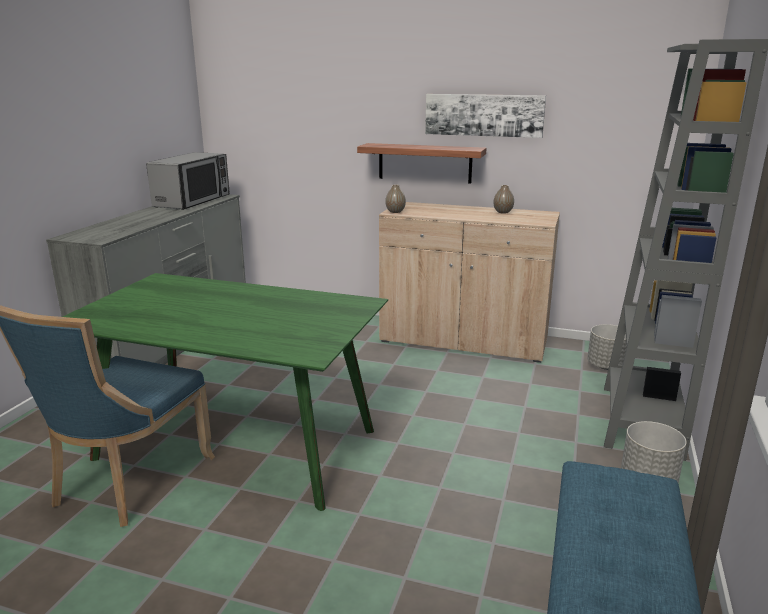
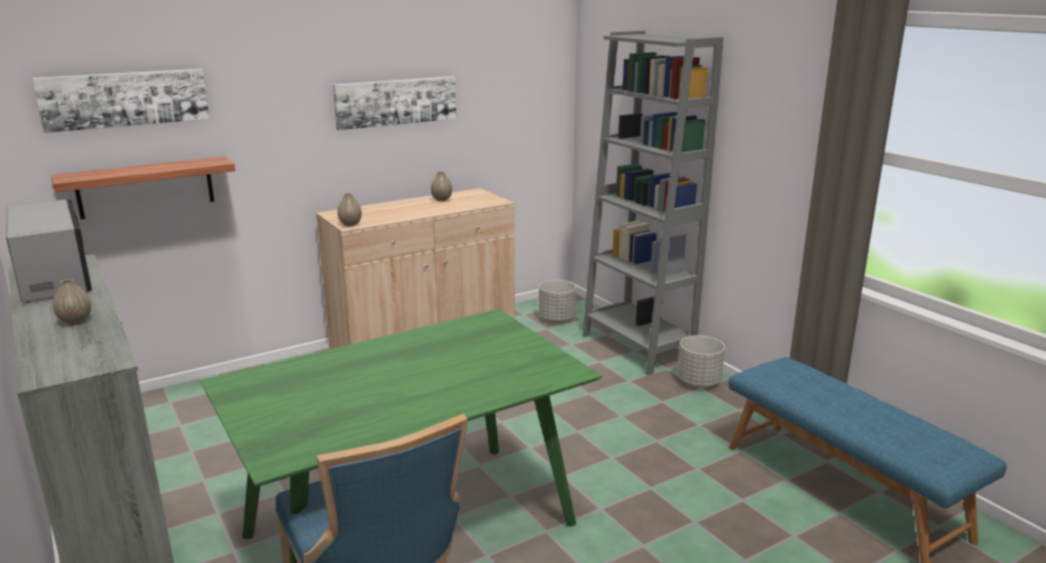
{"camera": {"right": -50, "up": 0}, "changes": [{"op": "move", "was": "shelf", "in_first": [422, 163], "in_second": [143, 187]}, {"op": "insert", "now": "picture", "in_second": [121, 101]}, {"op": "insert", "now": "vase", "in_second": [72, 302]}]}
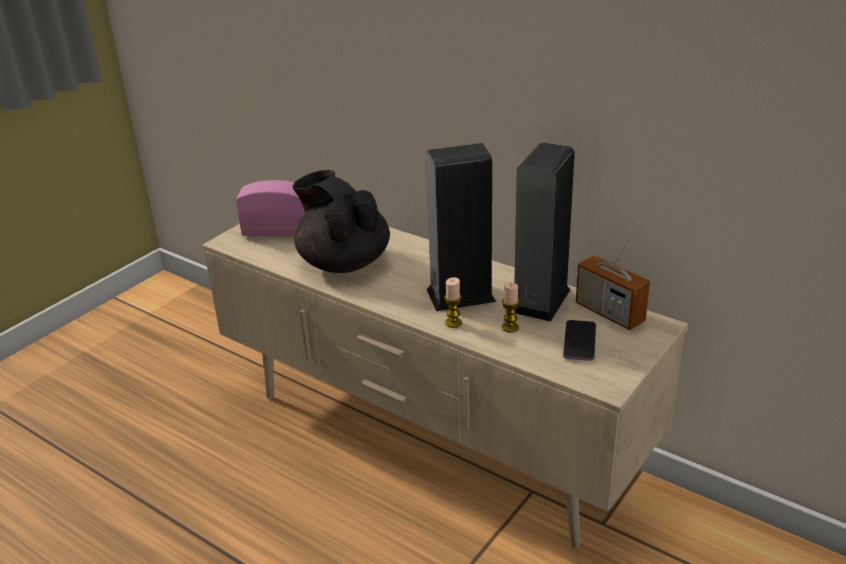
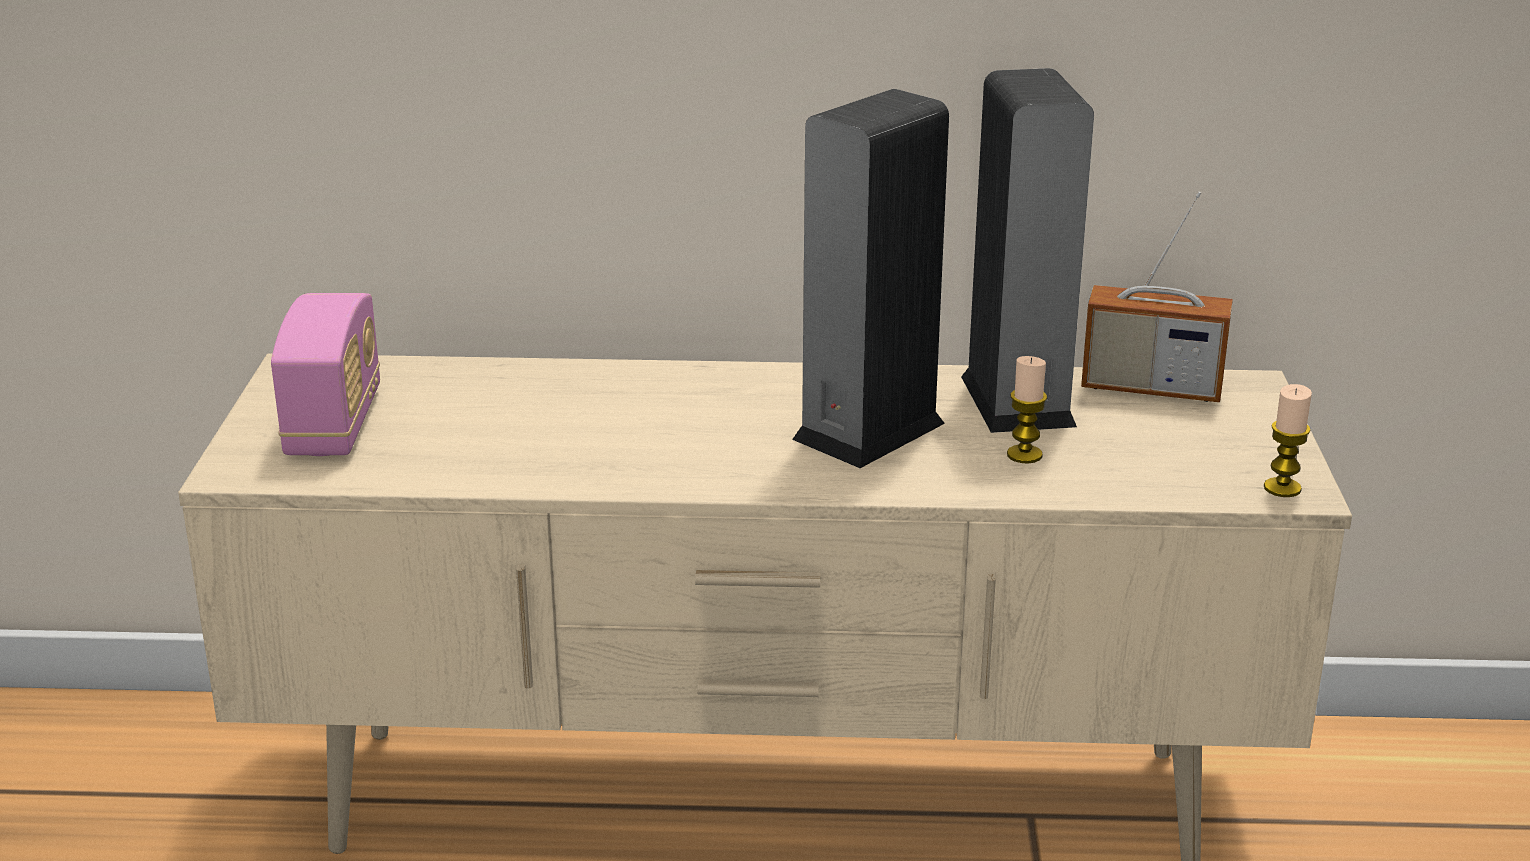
{"camera": {"right": -35, "up": -5}, "changes": [{"op": "delete", "was": "black teapot", "in_first": [341, 221]}, {"op": "rotate", "was": "radio", "in_first": [270, 208], "in_second": [325, 374], "clockwise": 120}, {"op": "move", "was": "candle", "in_first": [453, 302], "in_second": [1288, 440]}, {"op": "delete", "was": "phone", "in_first": [579, 340]}]}
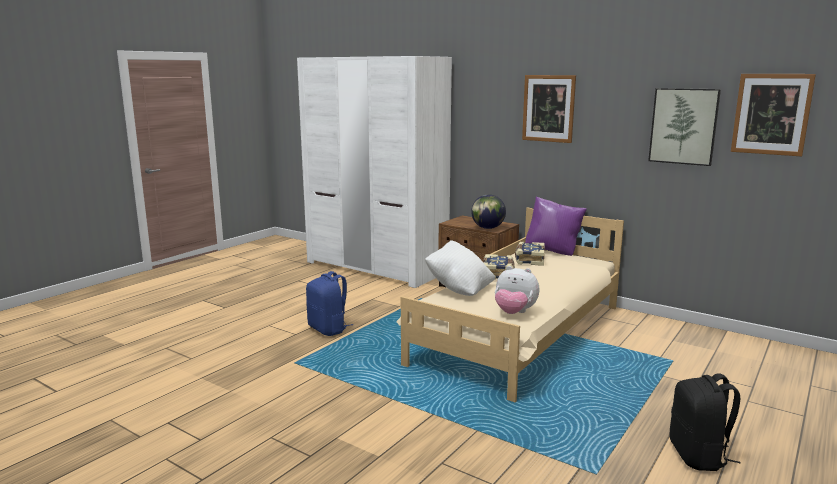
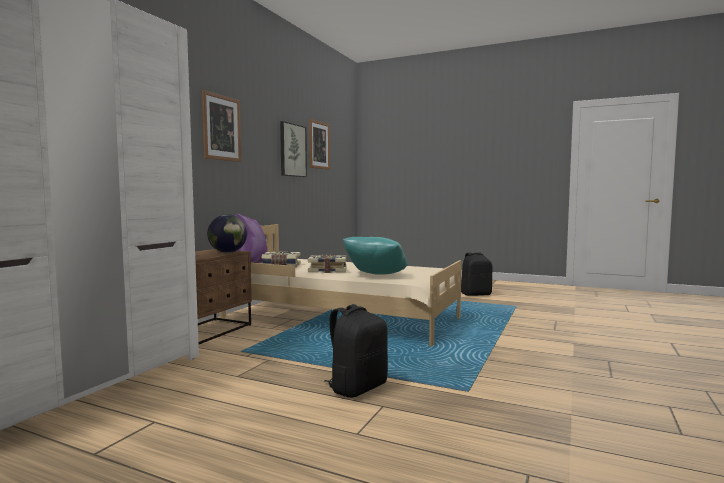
{"camera": {"right": -100, "up": -10}, "changes": [{"op": "recolor", "was": "white pillow", "now": "turquoise pillow", "in_first": [460, 268], "in_second": [375, 256]}, {"op": "delete", "was": "plush toy", "in_first": [517, 290]}, {"op": "recolor", "was": "blue backpack", "now": "black backpack", "in_first": [329, 303], "in_second": [356, 351]}]}
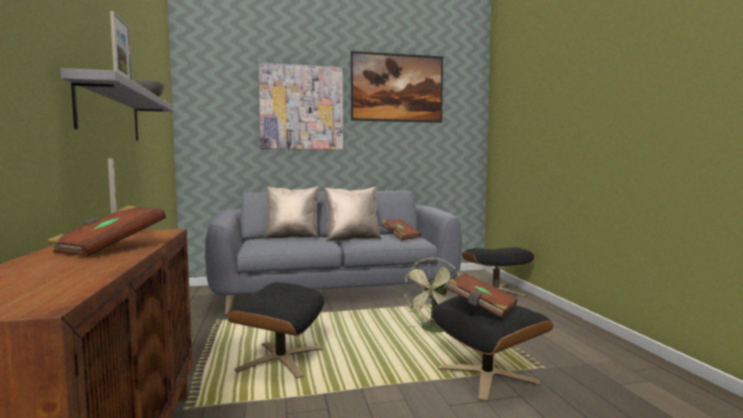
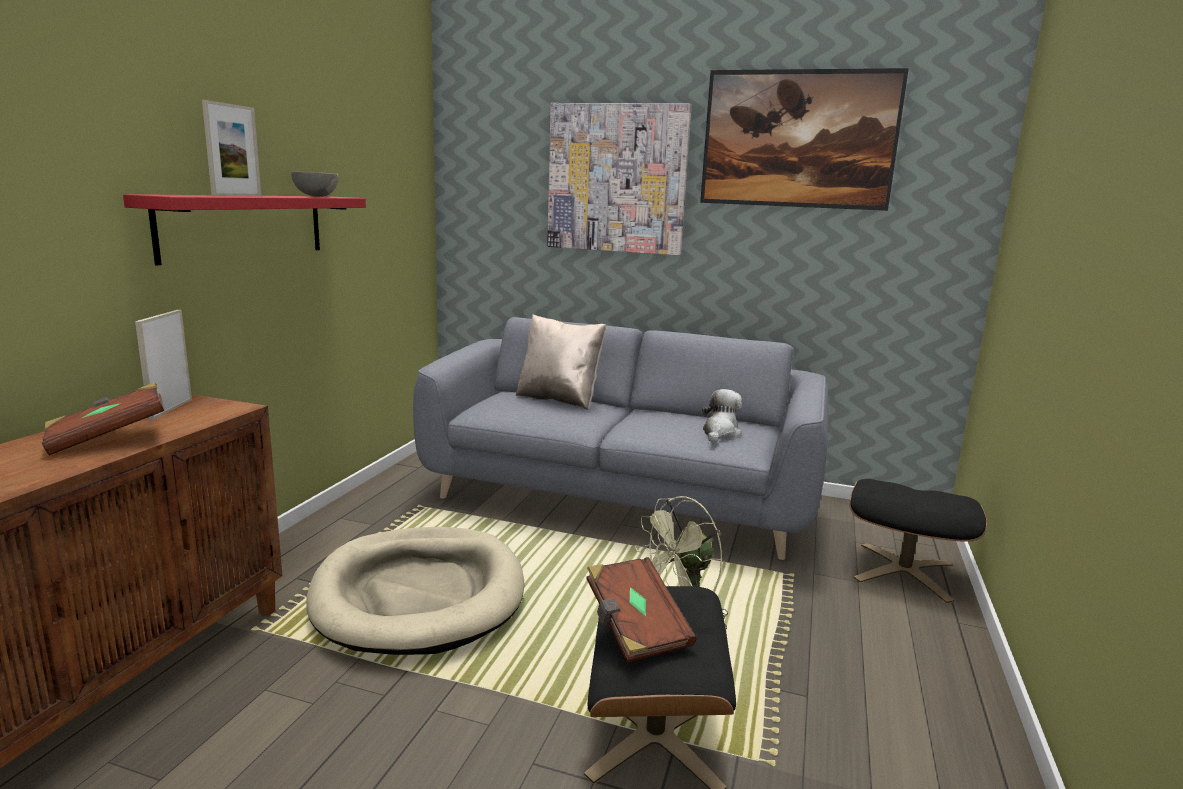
{"camera": {"right": 30, "up": 10}, "changes": [{"op": "recolor", "was": "grey shelf", "now": "red shelf", "in_first": [117, 104], "in_second": [244, 229]}, {"op": "delete", "was": "beige pillow", "in_first": [352, 214]}, {"op": "replace", "was": "brown book", "now": "plush toy", "in_first": [401, 229], "in_second": [722, 415]}, {"op": "replace", "was": "black ottoman", "now": "beige dog bed", "in_first": [276, 330], "in_second": [415, 591]}]}
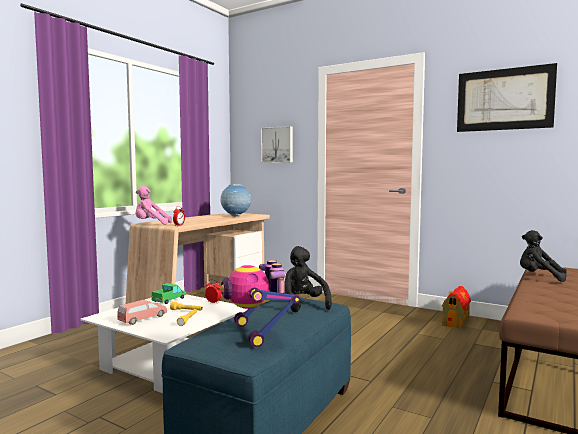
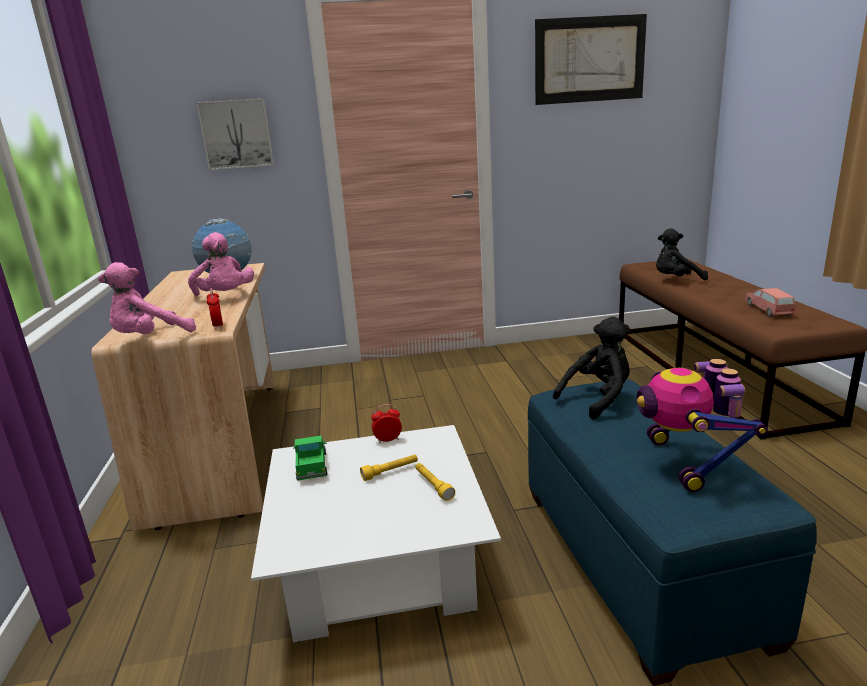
{"camera": {"right": -40, "up": 15}, "changes": [{"op": "rotate", "was": "black plush toy", "in_first": [308, 279], "in_second": [591, 368], "clockwise": 120}, {"op": "rotate", "was": "toy robot", "in_first": [260, 304], "in_second": [702, 425], "clockwise": 60}, {"op": "delete", "was": "toy house", "in_first": [456, 307]}, {"op": "move", "was": "pink toy car", "in_first": [142, 312], "in_second": [770, 302]}, {"op": "insert", "now": "pink plush toy", "in_second": [221, 264]}]}
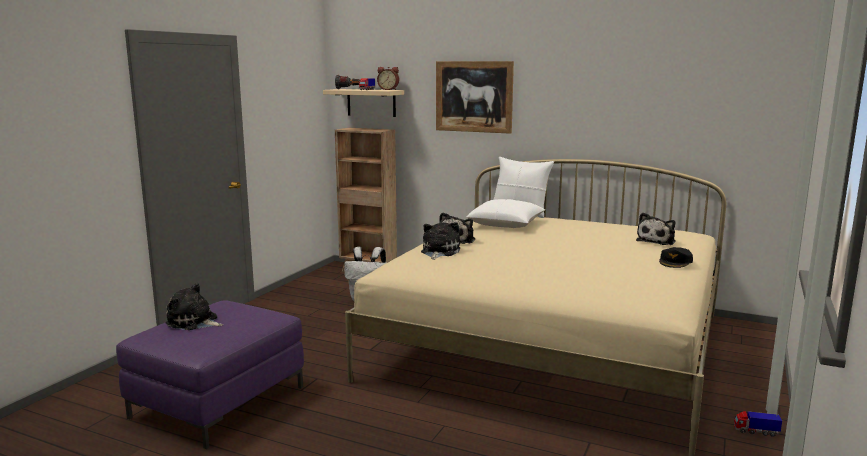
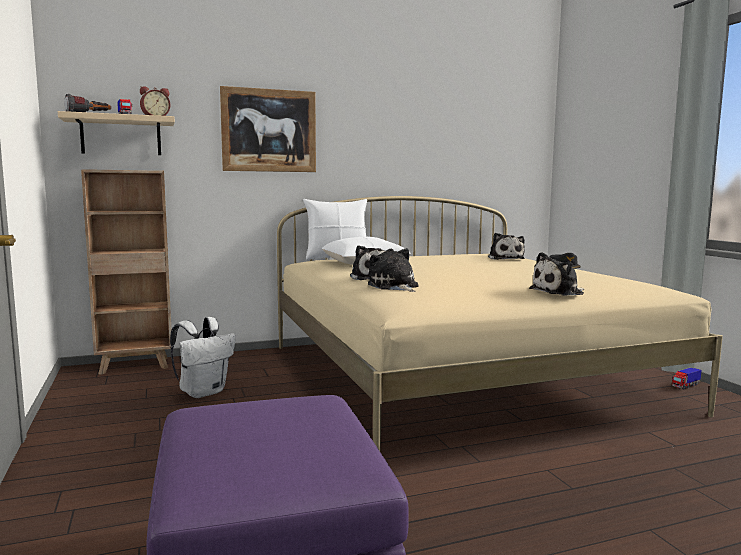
{"camera": {"right": -45, "up": -5}, "changes": [{"op": "move", "was": "plush toy", "in_first": [194, 306], "in_second": [557, 274]}]}
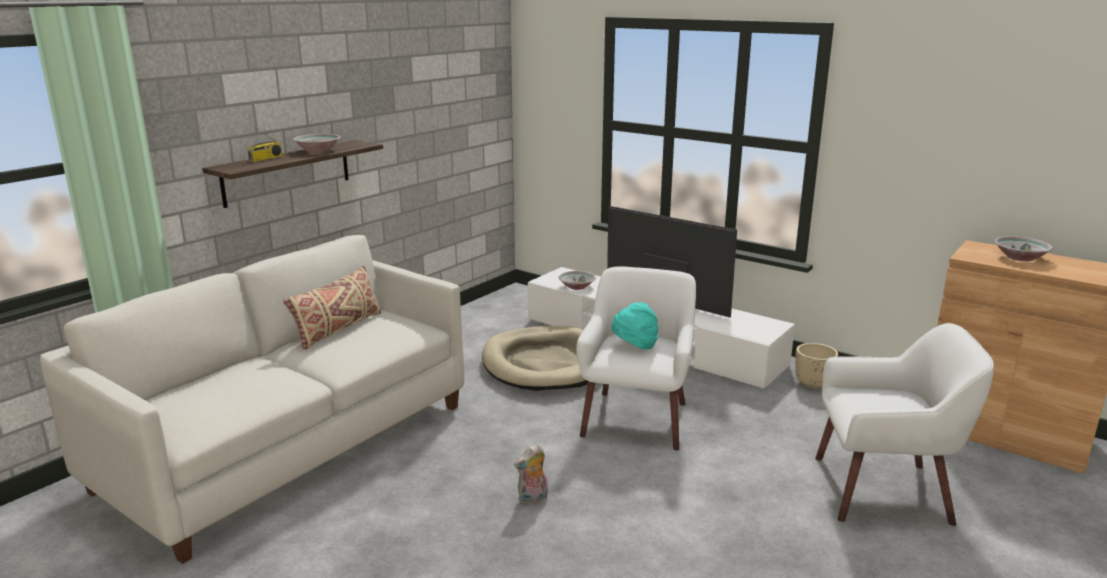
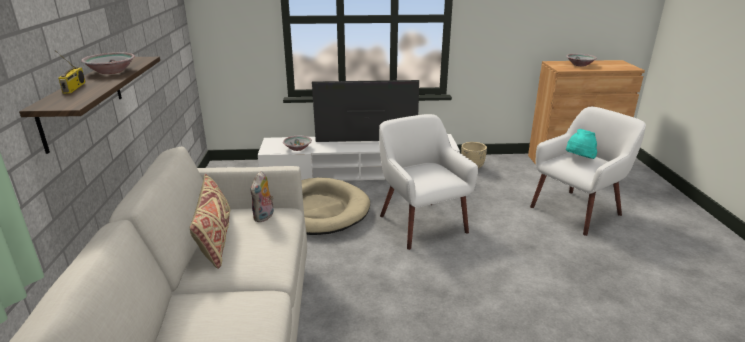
{"camera": {"right": -40, "up": 5}, "changes": [{"op": "move", "was": "turquoise hat", "in_first": [634, 325], "in_second": [581, 144]}, {"op": "move", "was": "plush toy", "in_first": [531, 474], "in_second": [262, 196]}]}
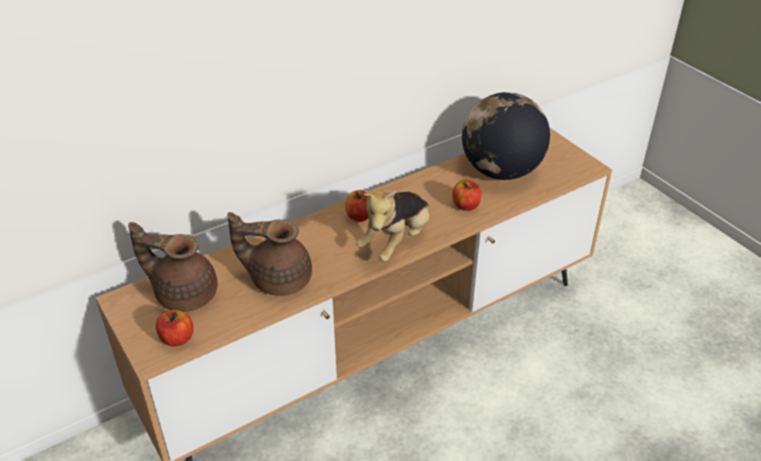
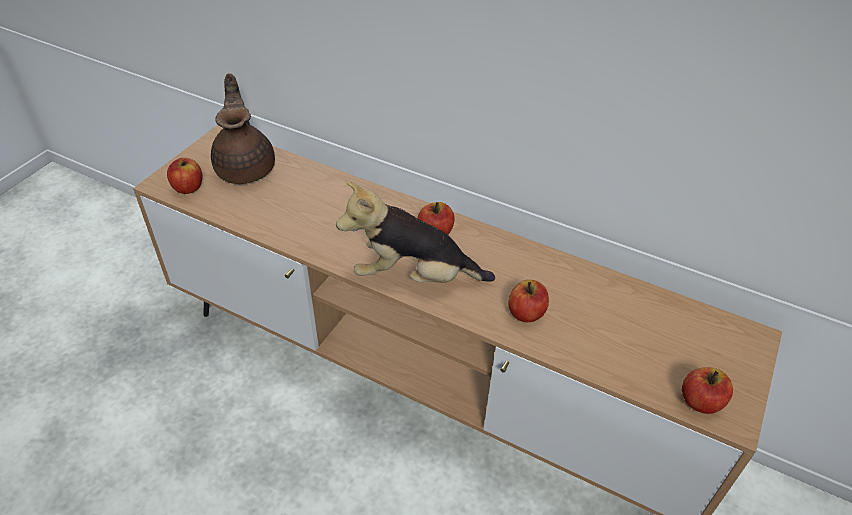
{"camera": {"right": 60, "up": 5}, "changes": [{"op": "delete", "was": "globe", "in_first": [506, 136]}, {"op": "delete", "was": "brown teapot", "in_first": [269, 254]}, {"op": "insert", "now": "apple", "in_second": [707, 390]}]}
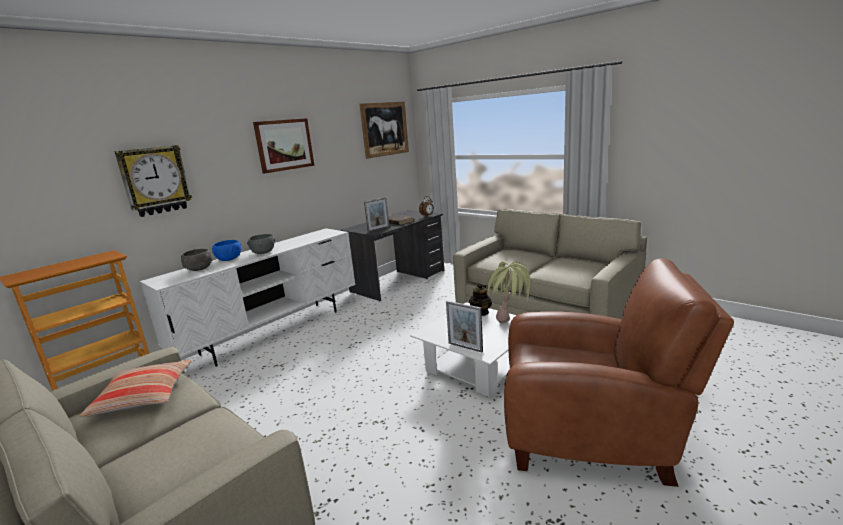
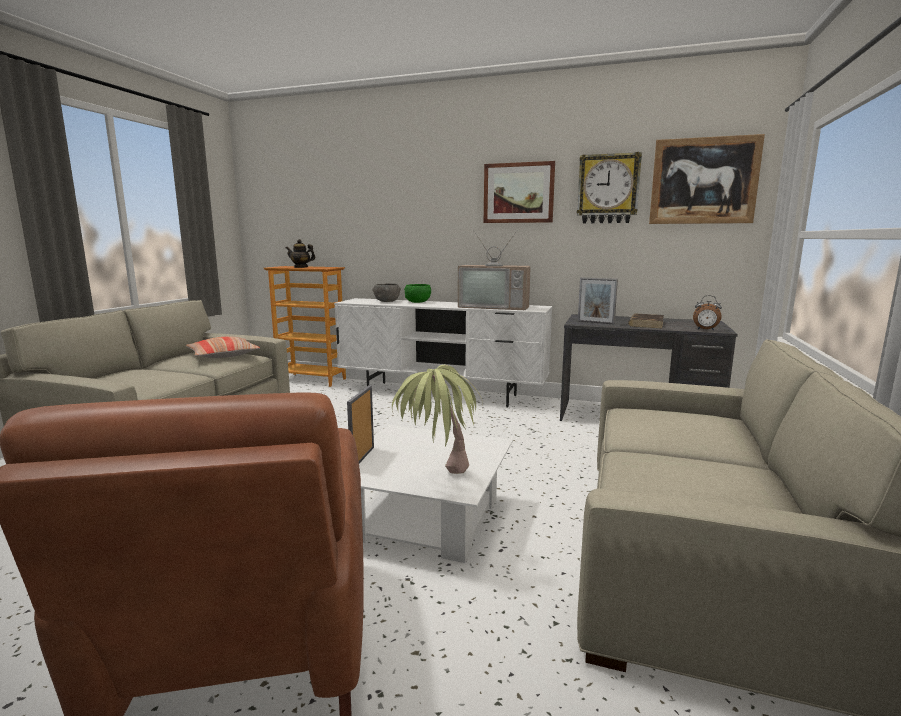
{"camera": {"right": 65, "up": -5}, "changes": [{"op": "move", "was": "wall clock", "in_first": [153, 181], "in_second": [609, 187]}, {"op": "delete", "was": "grey bowl", "in_first": [261, 244]}, {"op": "recolor", "was": "blue bowl", "now": "green bowl", "in_first": [226, 250], "in_second": [417, 293]}, {"op": "move", "was": "teapot", "in_first": [480, 299], "in_second": [300, 253]}, {"op": "insert", "now": "television", "in_second": [494, 270]}]}
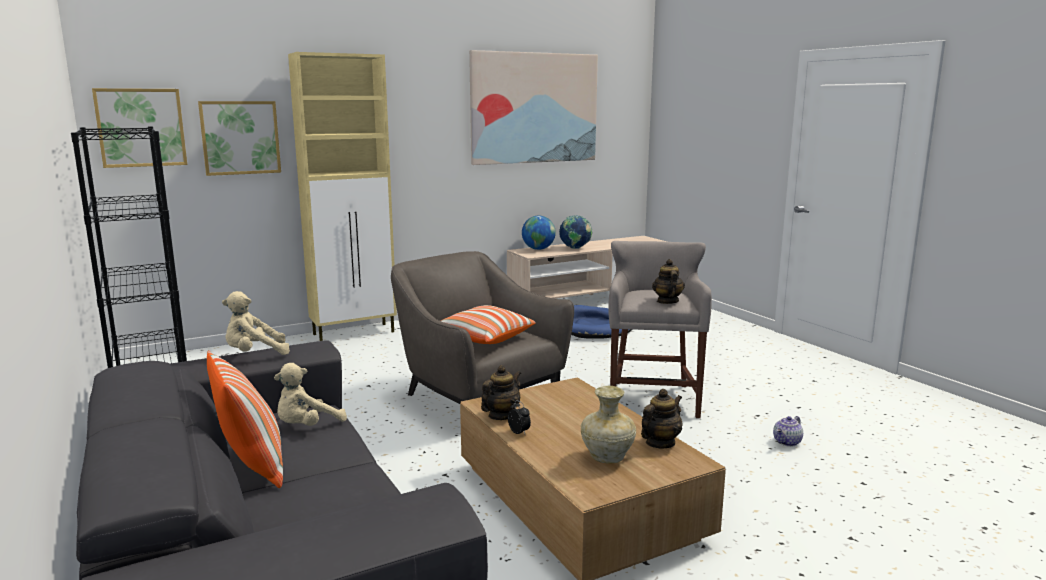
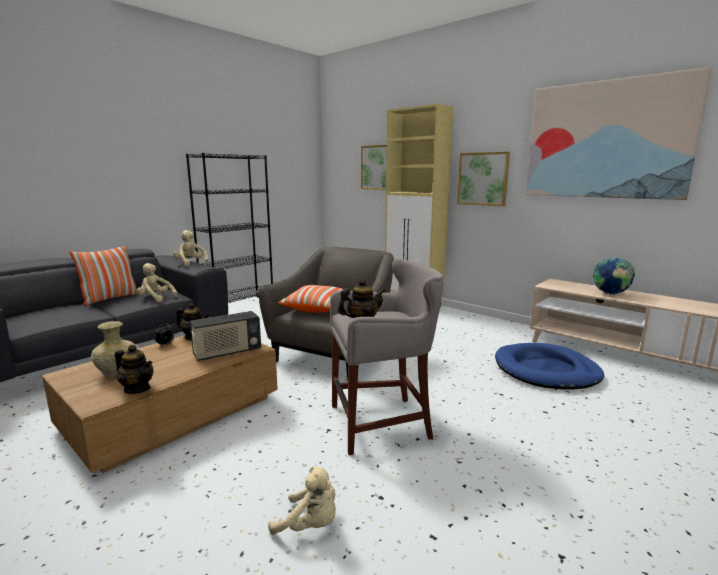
{"camera": {"right": 70, "up": 0}, "changes": [{"op": "move", "was": "picture", "in_first": [139, 128], "in_second": [483, 179]}, {"op": "delete", "was": "globe", "in_first": [539, 232]}, {"op": "replace", "was": "teapot", "now": "beige plush toy", "in_first": [788, 431], "in_second": [302, 501]}, {"op": "insert", "now": "radio", "in_second": [225, 336]}]}
